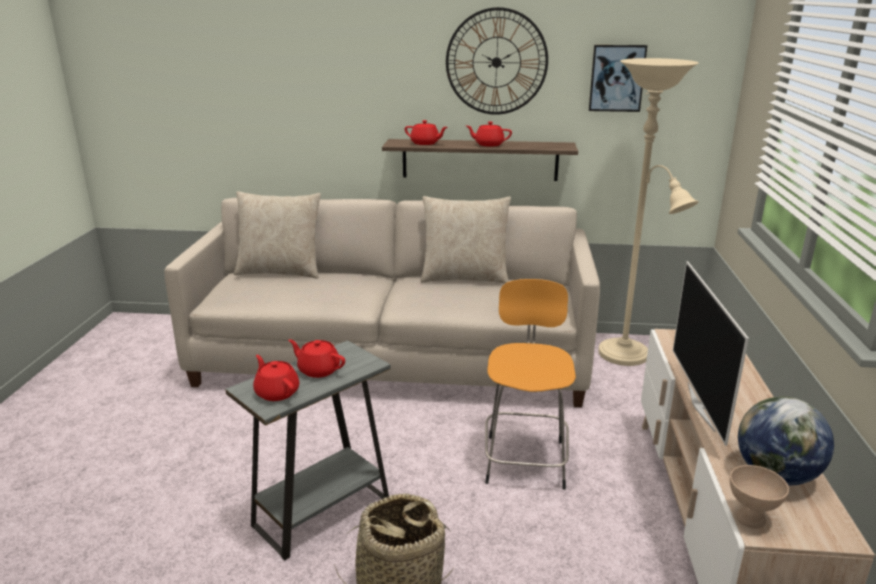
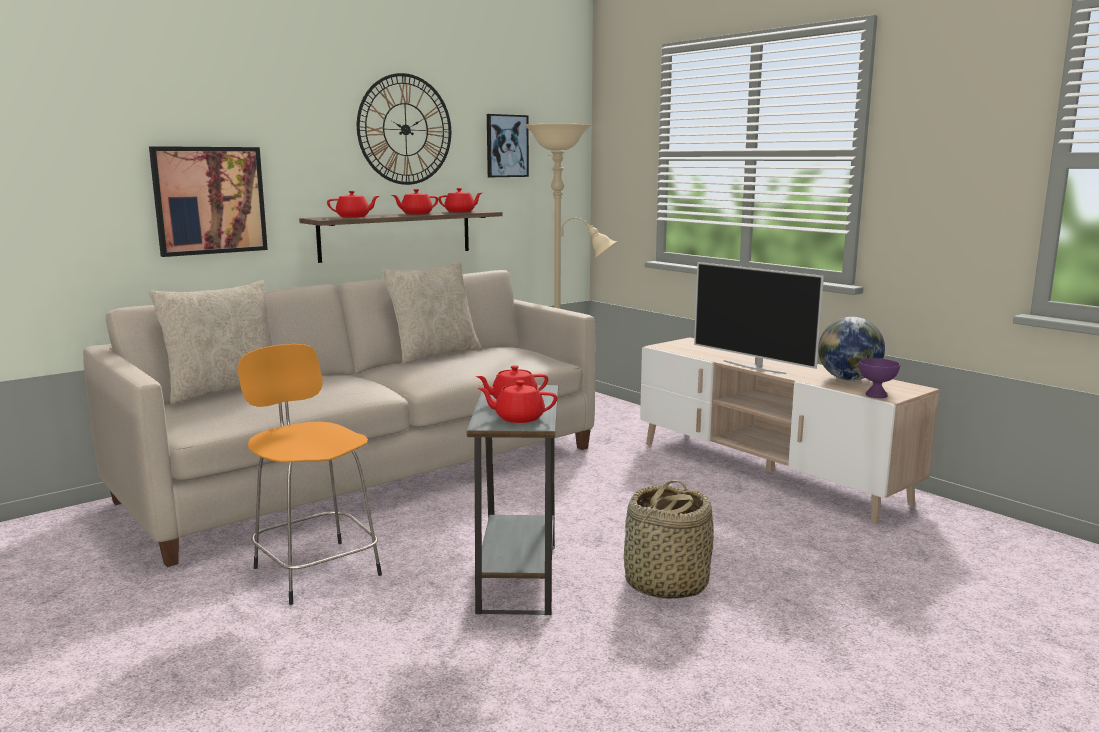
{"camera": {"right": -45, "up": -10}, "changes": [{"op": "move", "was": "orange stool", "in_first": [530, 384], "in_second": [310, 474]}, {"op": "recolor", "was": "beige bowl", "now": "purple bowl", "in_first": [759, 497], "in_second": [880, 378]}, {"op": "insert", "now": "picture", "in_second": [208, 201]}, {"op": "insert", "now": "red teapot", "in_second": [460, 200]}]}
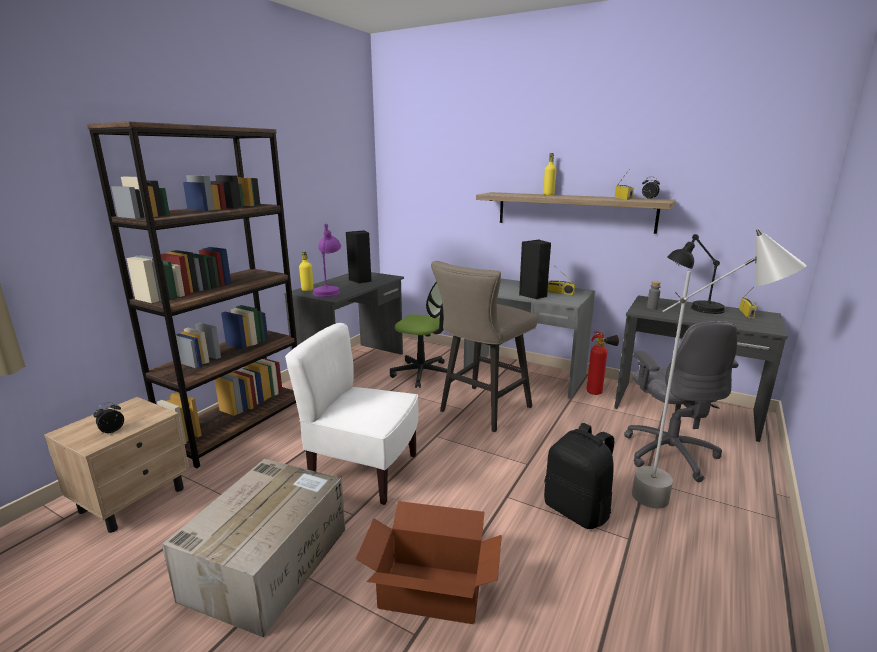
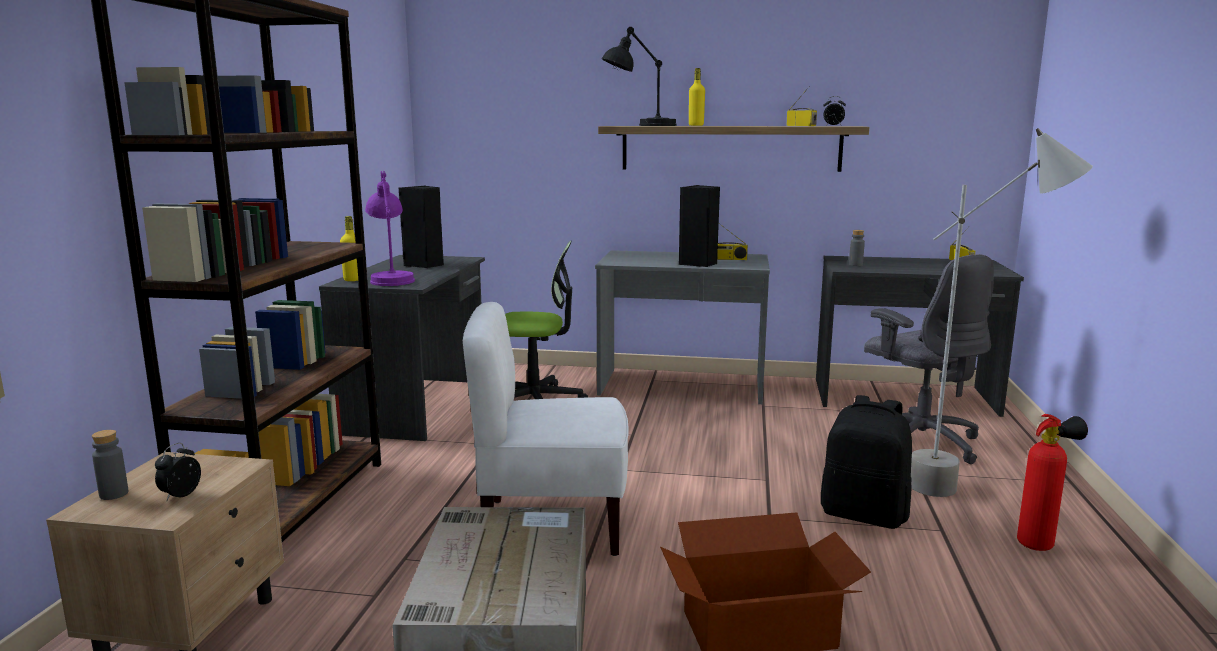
{"camera": {"right": -20, "up": -5}, "changes": [{"op": "move", "was": "black table lamp", "in_first": [696, 274], "in_second": [639, 76]}, {"op": "delete", "was": "beige stool", "in_first": [484, 346]}, {"op": "move", "was": "fire extinguisher", "in_first": [602, 363], "in_second": [1052, 482]}, {"op": "insert", "now": "grey bottle", "in_second": [110, 465]}]}
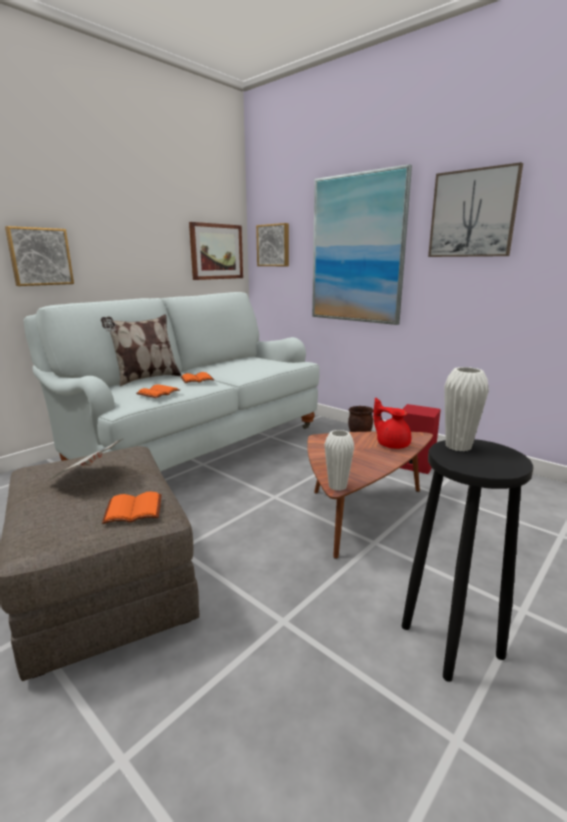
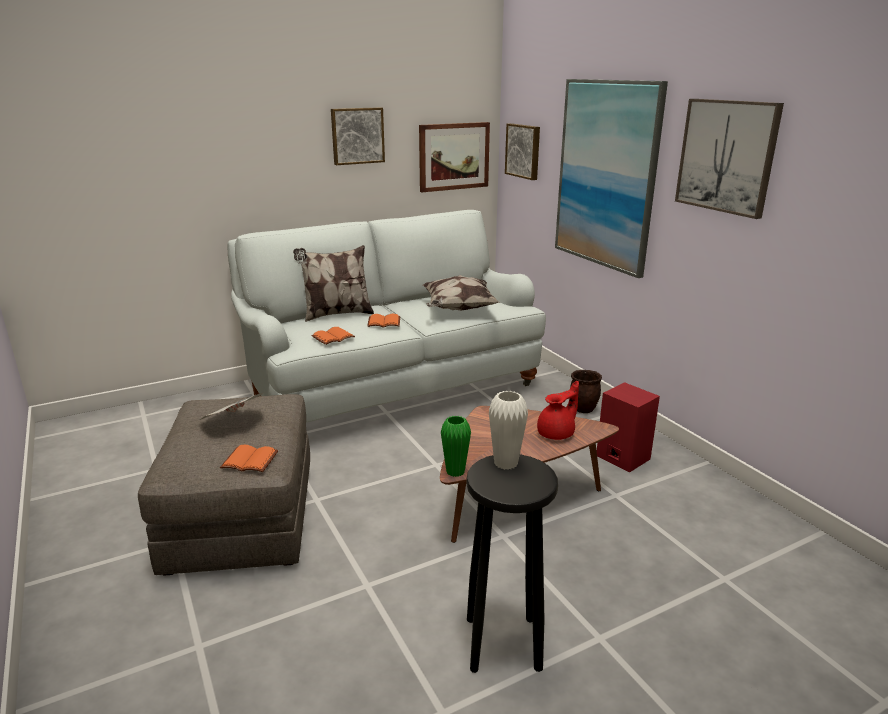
{"camera": {"right": 20, "up": 5}, "changes": [{"op": "move", "was": "picture", "in_first": [39, 256], "in_second": [358, 136]}, {"op": "rotate", "was": "red teapot", "in_first": [392, 423], "in_second": [558, 410], "clockwise": 75}, {"op": "recolor", "was": "white vase", "now": "green vase", "in_first": [339, 460], "in_second": [456, 446]}, {"op": "insert", "now": "pillow", "in_second": [461, 293]}]}
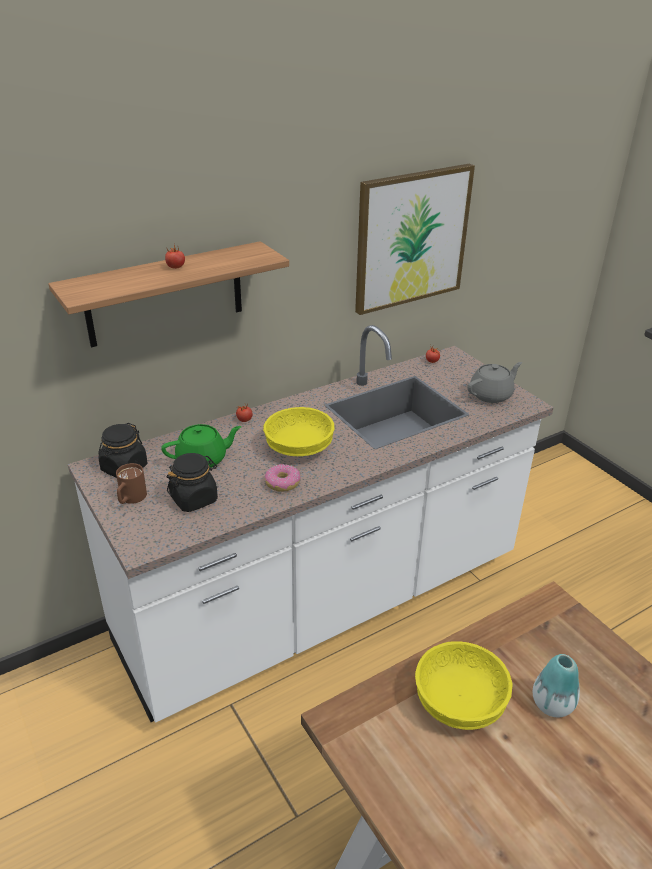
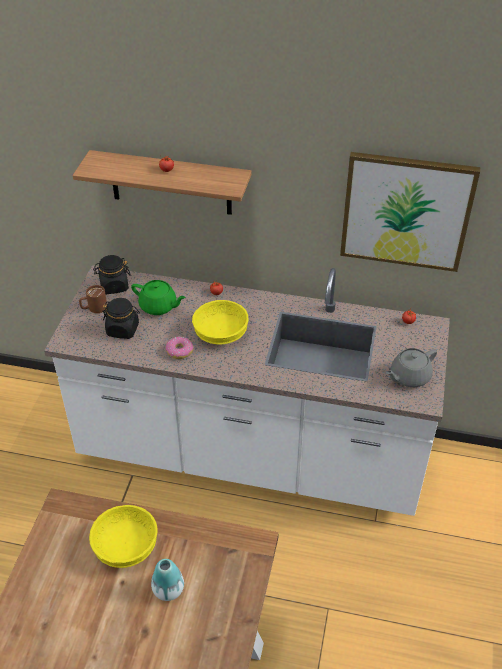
{"camera": {"right": 45, "up": 10}, "changes": [{"op": "rotate", "was": "grey teapot", "in_first": [494, 382], "in_second": [411, 367], "clockwise": 135}]}
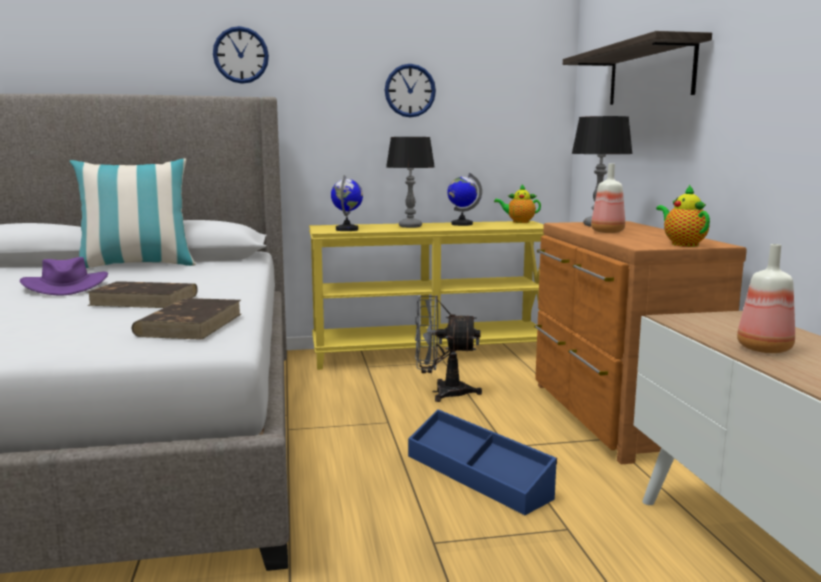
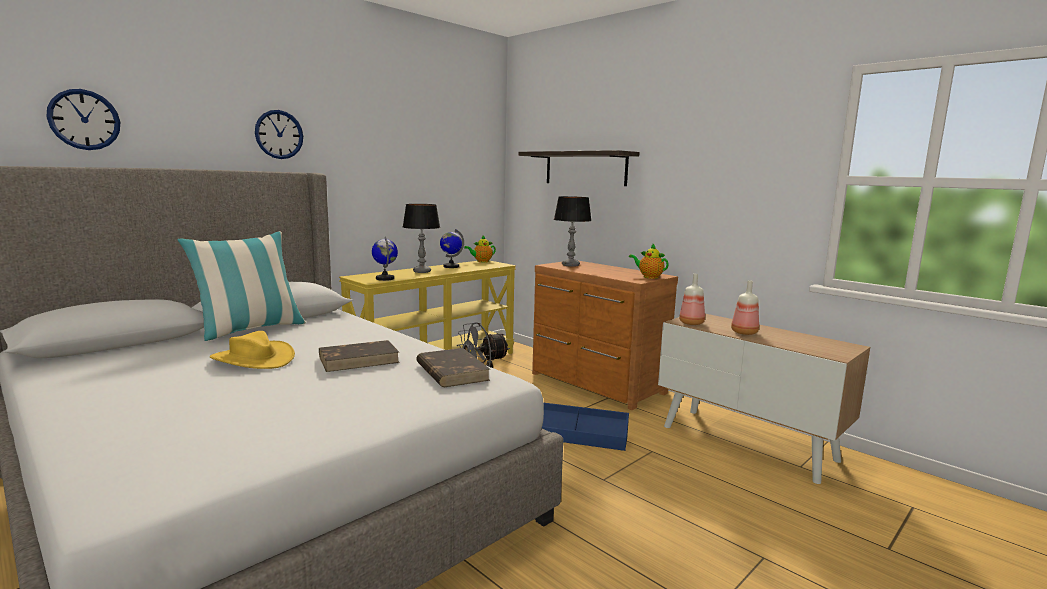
{"camera": {"right": -35, "up": 0}, "changes": [{"op": "move", "was": "wall clock", "in_first": [410, 90], "in_second": [83, 119]}, {"op": "move", "was": "bottle", "in_first": [608, 198], "in_second": [692, 299]}, {"op": "recolor", "was": "purple hat", "now": "yellow hat", "in_first": [64, 276], "in_second": [252, 350]}]}
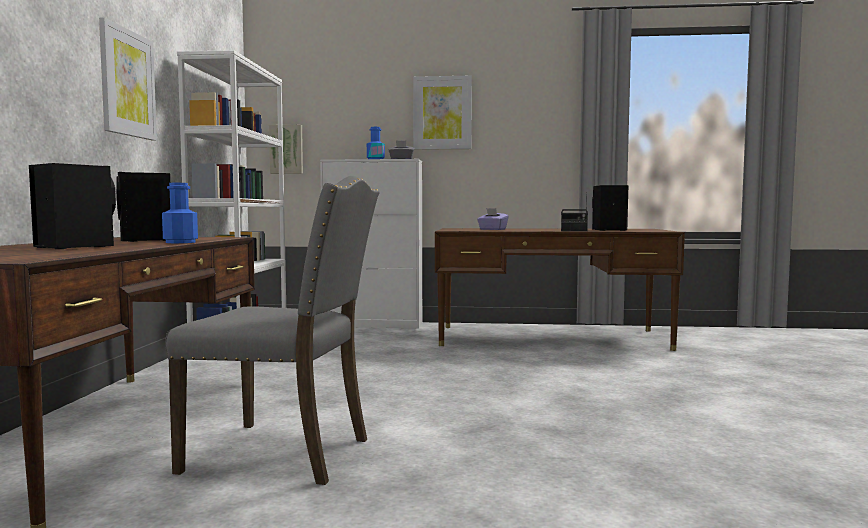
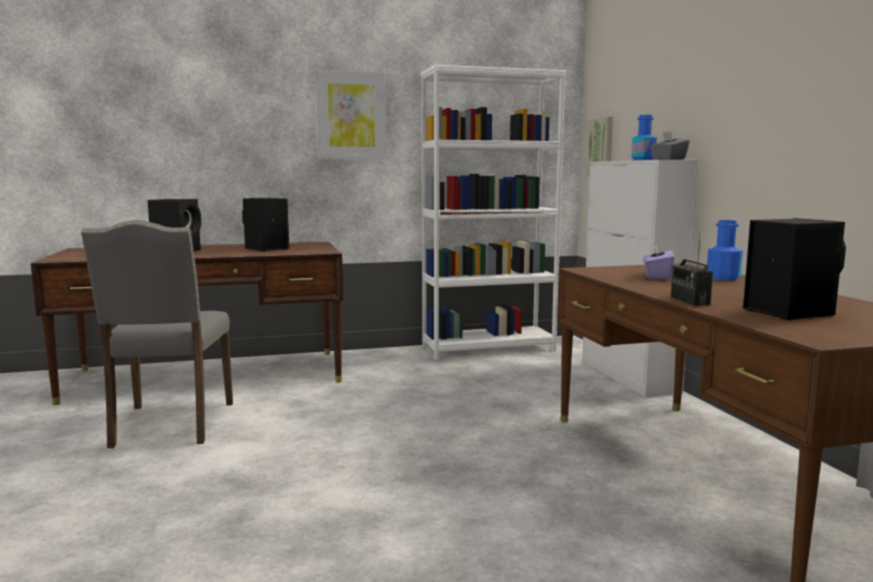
{"camera": {"right": 70, "up": 5}, "changes": [{"op": "delete", "was": "picture", "in_first": [442, 113]}, {"op": "move", "was": "blue bottle", "in_first": [180, 213], "in_second": [725, 250]}]}
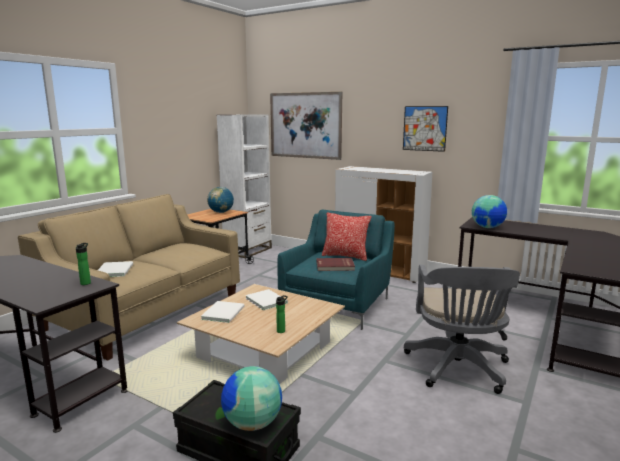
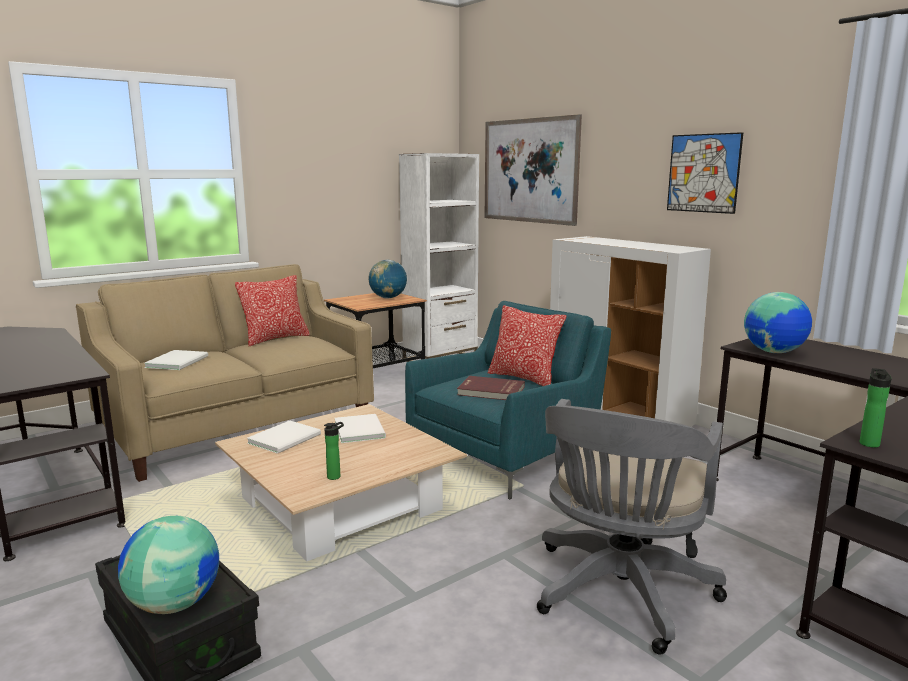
{"camera": {"right": 20, "up": 0}, "changes": [{"op": "move", "was": "bottle", "in_first": [83, 264], "in_second": [875, 408]}, {"op": "insert", "now": "pillow", "in_second": [272, 310]}]}
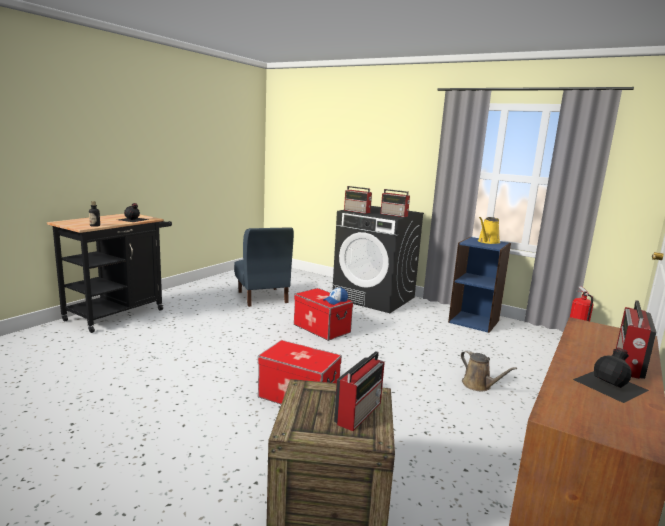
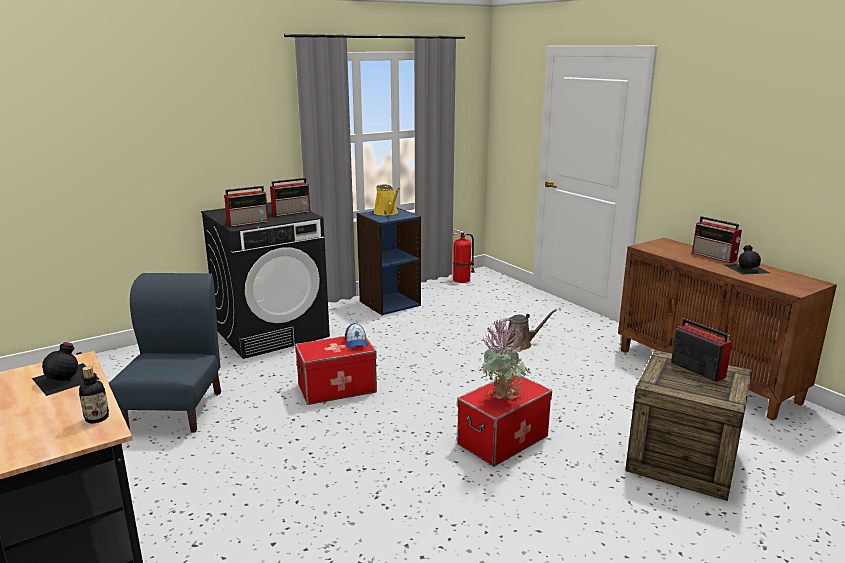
{"camera": {"right": -65, "up": 5}, "changes": [{"op": "rotate", "was": "blue chair", "in_first": [264, 267], "in_second": [165, 352], "clockwise": -90}, {"op": "insert", "now": "potted plant", "in_second": [505, 360]}]}
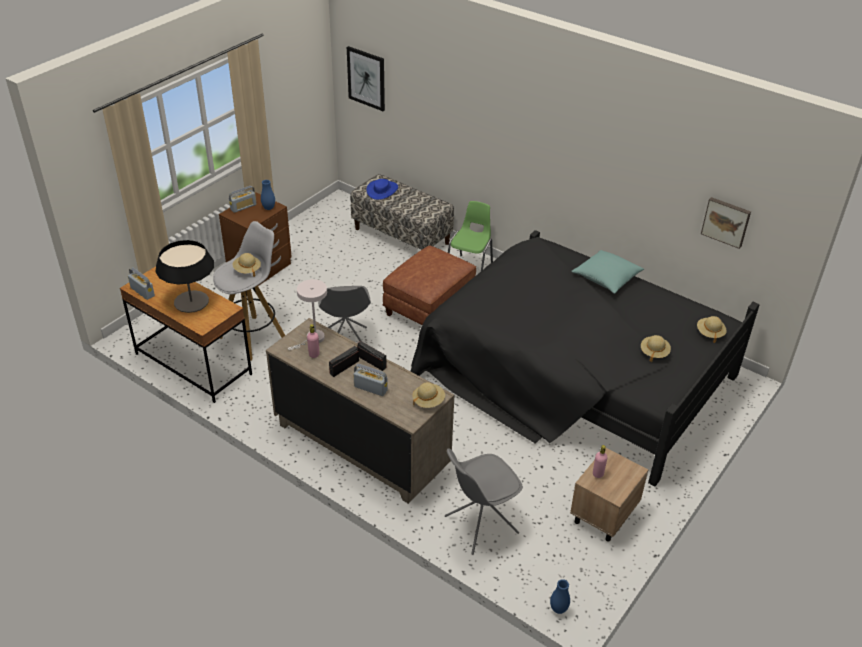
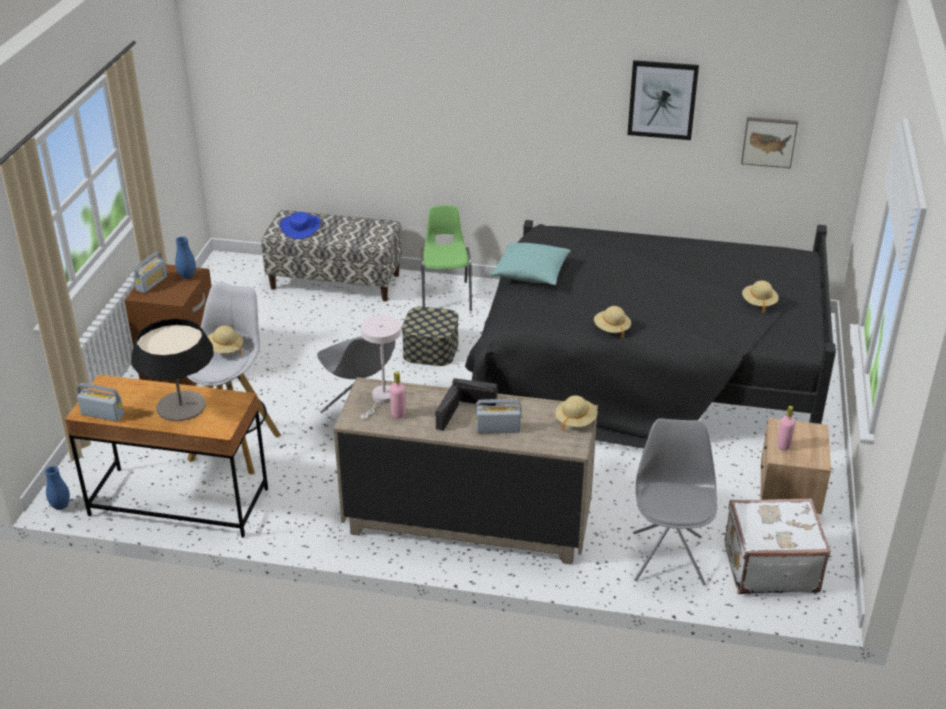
{"camera": {"right": -25, "up": -5}, "changes": [{"op": "move", "was": "picture", "in_first": [366, 78], "in_second": [663, 100]}, {"op": "replace", "was": "brown ottoman", "now": "storage box", "in_first": [429, 285], "in_second": [430, 336]}, {"op": "move", "was": "turquoise pillow", "in_first": [607, 272], "in_second": [531, 264]}, {"op": "move", "was": "beige hat", "in_first": [712, 329], "in_second": [612, 322]}, {"op": "rotate", "was": "grey chair", "in_first": [484, 501], "in_second": [675, 501], "clockwise": 150}, {"op": "move", "was": "blue vase", "in_first": [560, 596], "in_second": [57, 488]}, {"op": "insert", "now": "white suitcase", "in_second": [778, 546]}]}
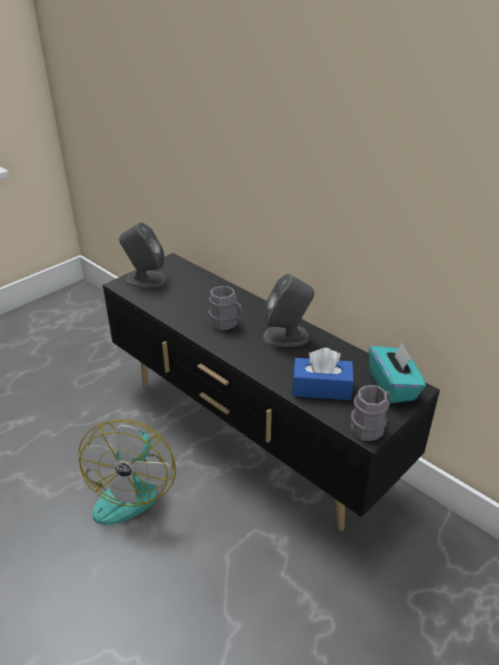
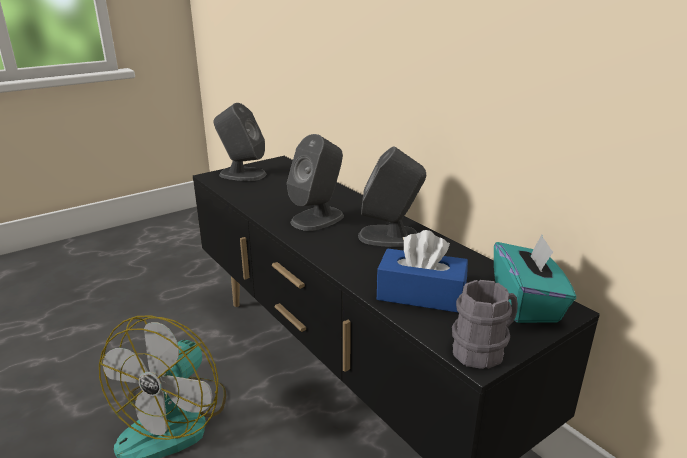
{"camera": {"right": 10, "up": -10}, "changes": [{"op": "replace", "was": "grey mug", "now": "grey speaker", "in_first": [225, 308], "in_second": [315, 182]}]}
